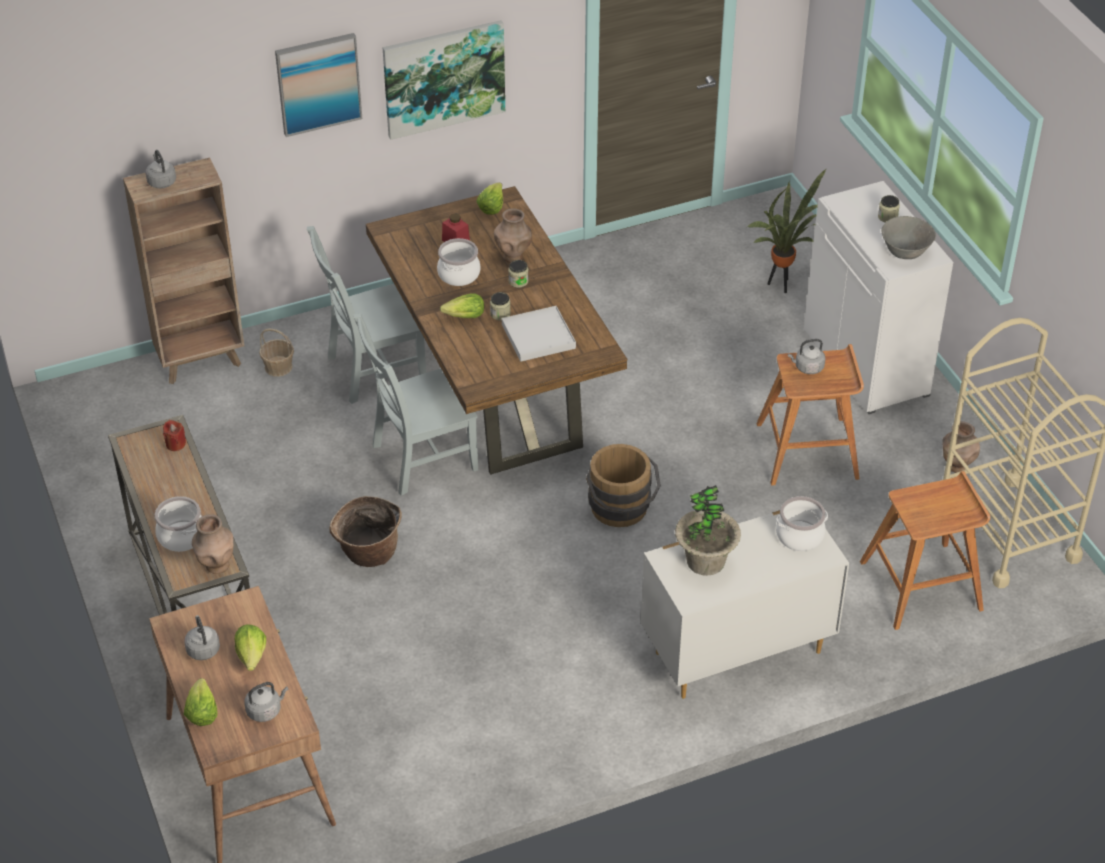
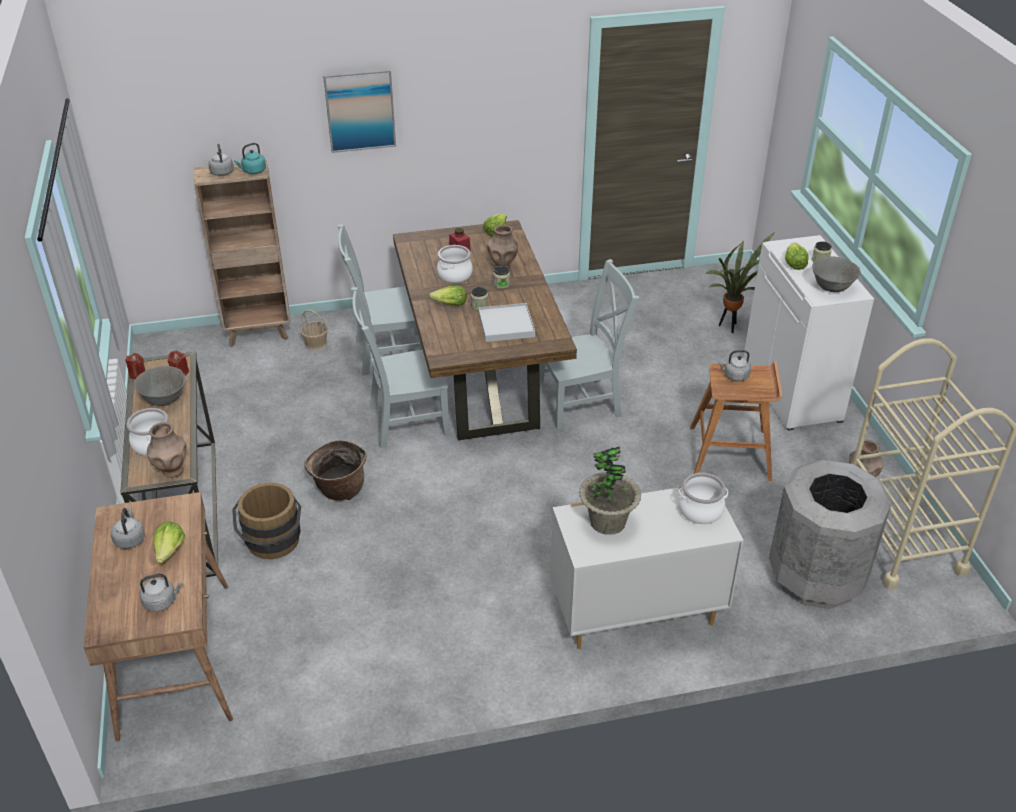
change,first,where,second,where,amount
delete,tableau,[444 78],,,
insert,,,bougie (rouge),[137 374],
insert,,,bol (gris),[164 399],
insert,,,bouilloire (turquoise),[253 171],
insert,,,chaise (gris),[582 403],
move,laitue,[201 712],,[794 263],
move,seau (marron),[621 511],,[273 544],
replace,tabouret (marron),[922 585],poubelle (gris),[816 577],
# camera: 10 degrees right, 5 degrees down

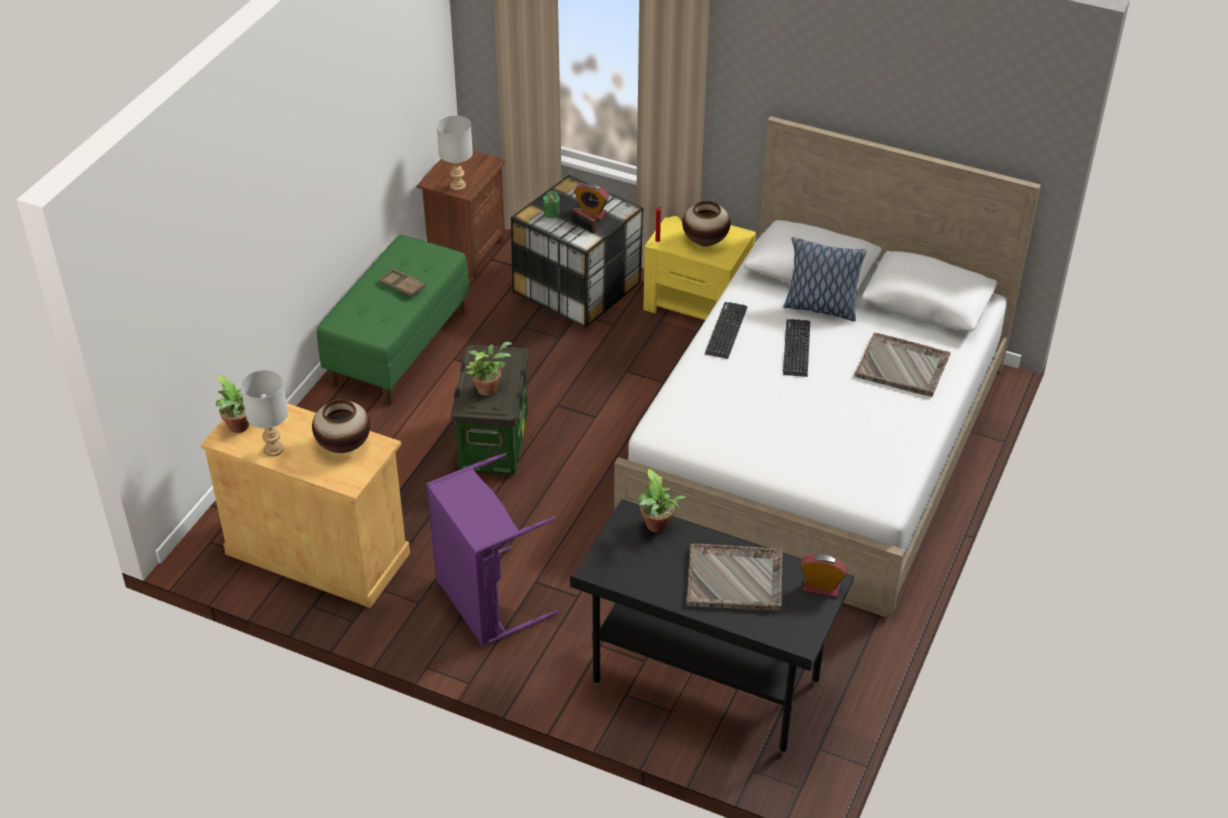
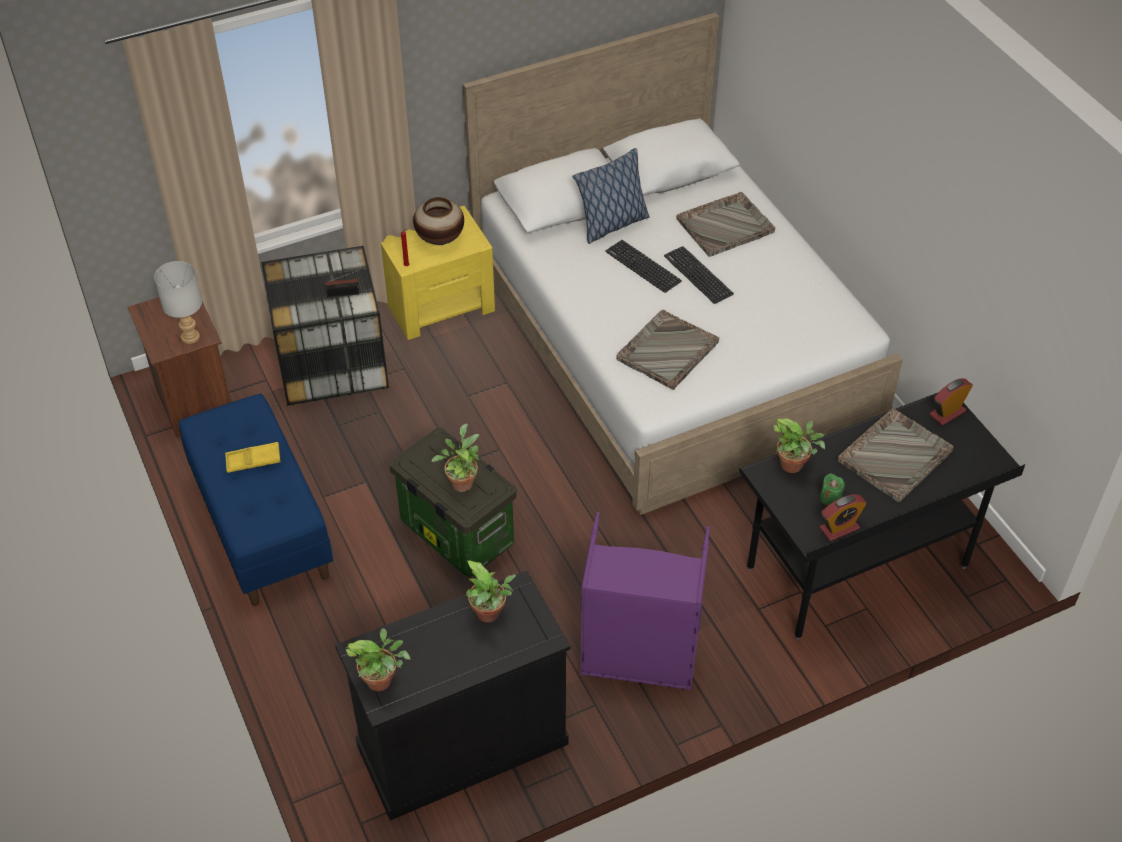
change,first,where,second,where,amount
delete,lampe de table (gris),[273 449],,,
insert,,,plateau (gris),[666 351],
move,bougie (vert),[551 213],,[830 499],
move,réveil,[591 213],,[839 528],
move,clavier,[726 330],,[698 275],
replace,vase,[343 445],plante en pot,[490 615],
recolor,meuble de rangement (beige),[318 553],meuble de rangement (noir),[462 744],
recolor,banc (vert),[398 347],banc (bleu),[261 526],
recolor,plateau (marron),[402 286],plateau (jaune),[253 460],
# camera: 50 degrees left, 5 degrees up

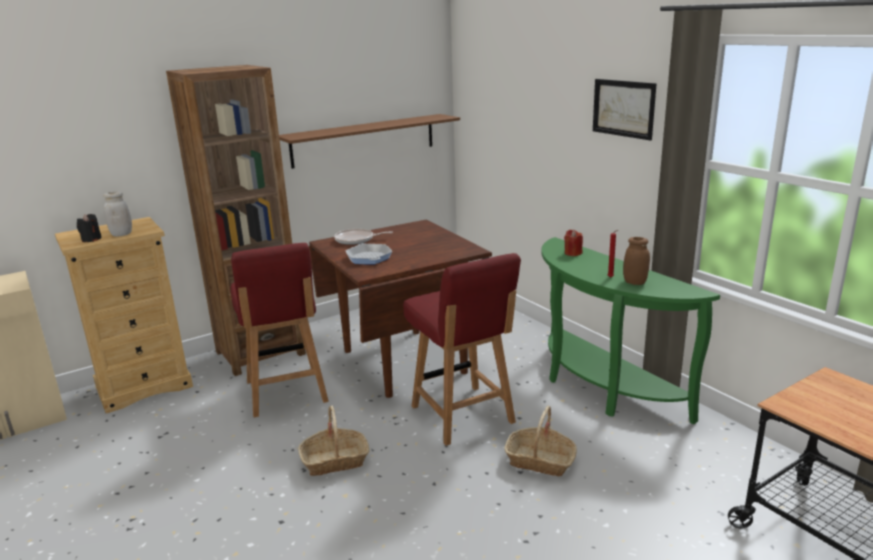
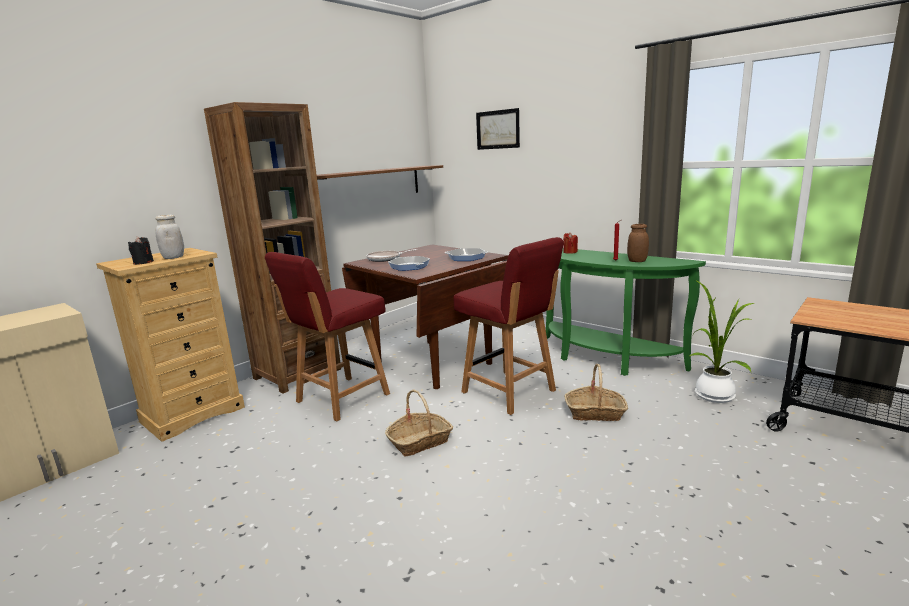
change,first,where,second,where,amount
insert,,,poêle,[466 258],
insert,,,plante en pot,[712 394],
move,tableau,[623 108],,[497 129],
rotate,chaise (rouge),[286 392],,[341 399],75 degrees clockwise
# camera: 15 degrees left, 5 degrees down

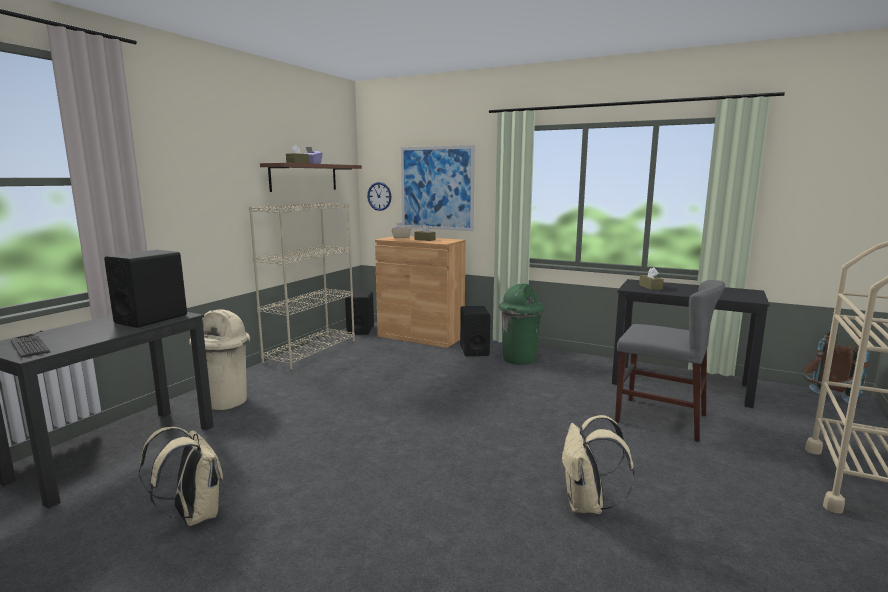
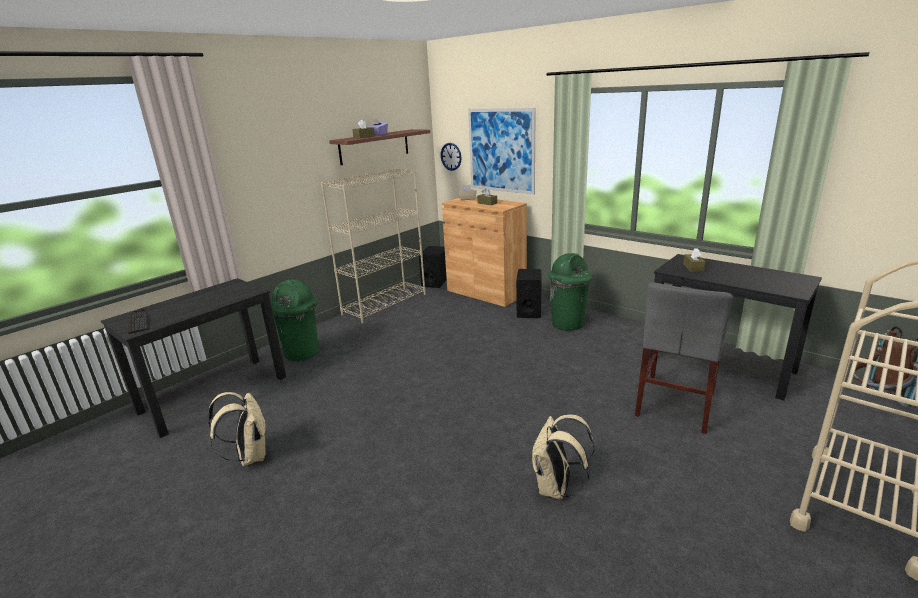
change,first,where,second,where,amount
delete,enceinte (noir),[151 319],,,
recolor,poubelle (beige),[226 402],poubelle (vert),[302 353],
rotate,chaise (gris),[660 418],,[675 404],75 degrees clockwise
# camera: 15 degrees right, 10 degrees up

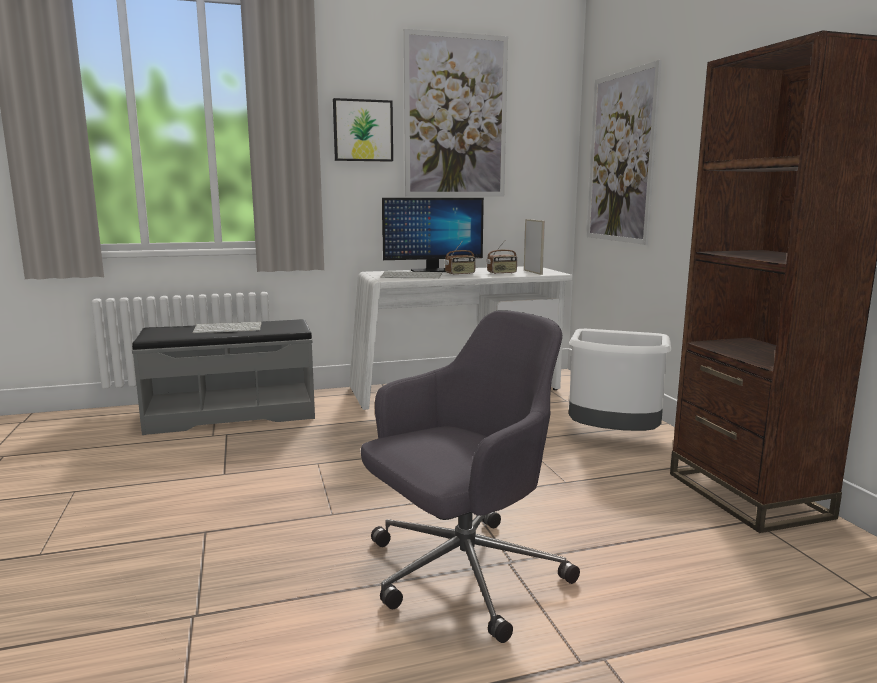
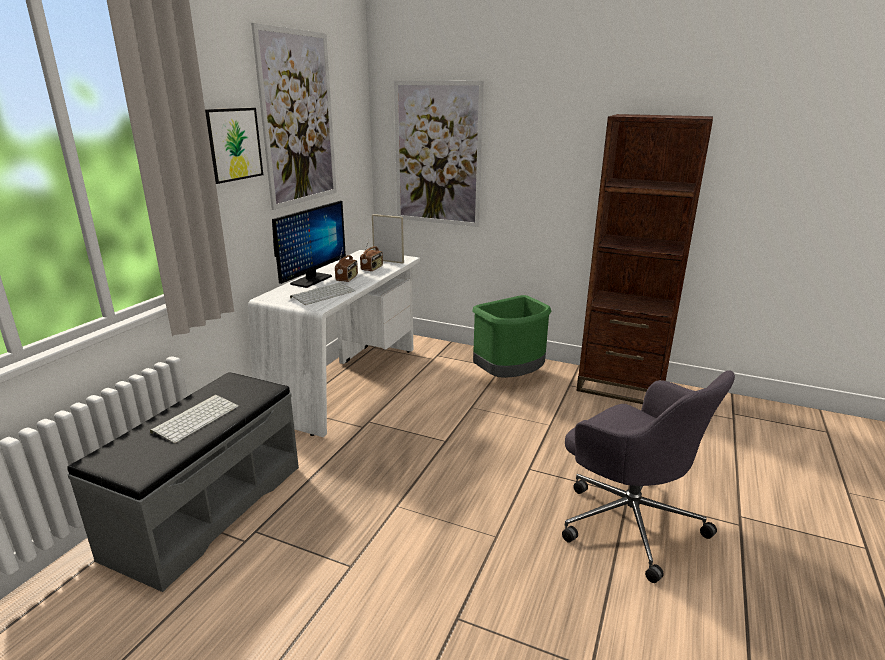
change,first,where,second,where,amount
recolor,poubelle (blanc),[613 437],poubelle (vert),[510 377],
rotate,chaise de bureau (gris),[461 574],,[628 520],135 degrees clockwise
# camera: 50 degrees left, 10 degrees up

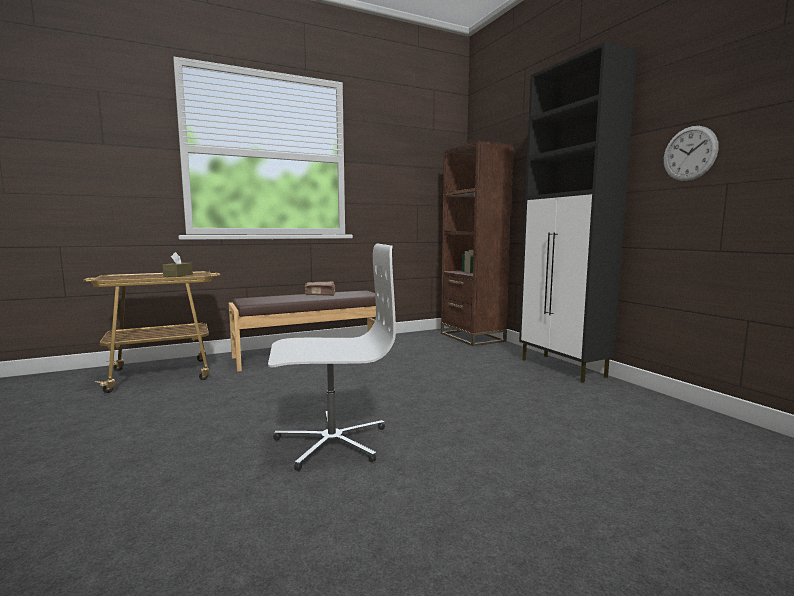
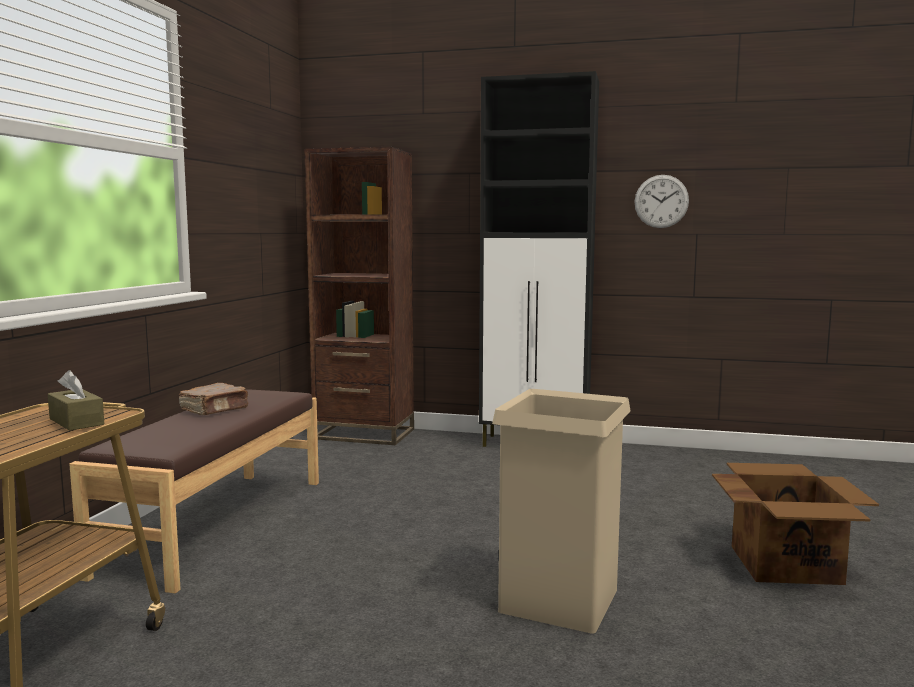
change,first,where,second,where,amount
insert,,,carton,[785 564],
replace,chaise de bureau (blanc),[331 441],poubelle (beige),[559 600],
# camera: 50 degrees left, 0 degrees up

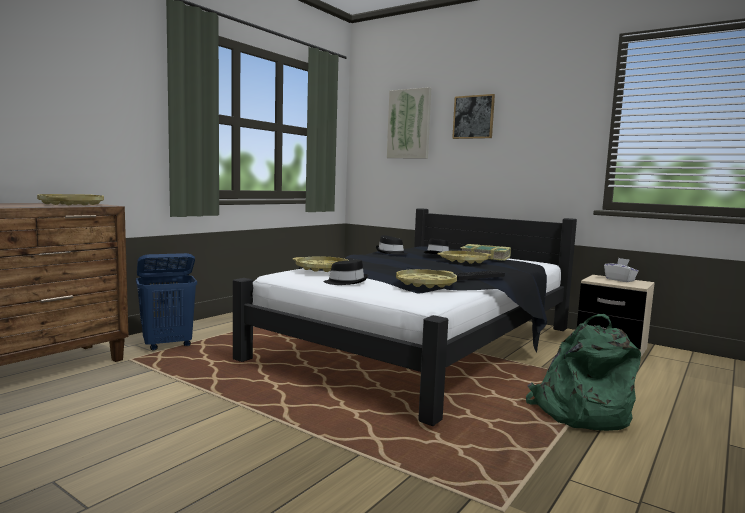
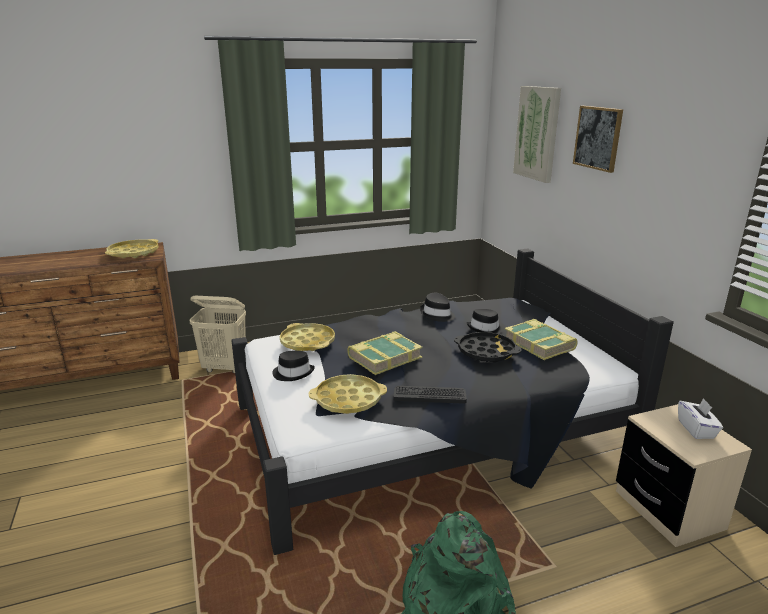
change,first,where,second,where,amount
insert,,,livre,[384 357],
recolor,panier à linge (bleu),[168 345],panier à linge (beige),[225 368],
recolor,plateau (jaune),[464 261],plateau (noir),[486 352],
# camera: 35 degrees right, 15 degrees up

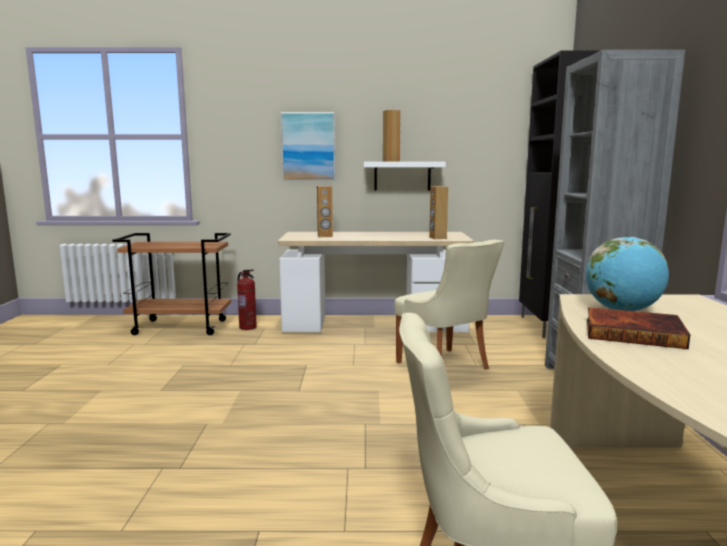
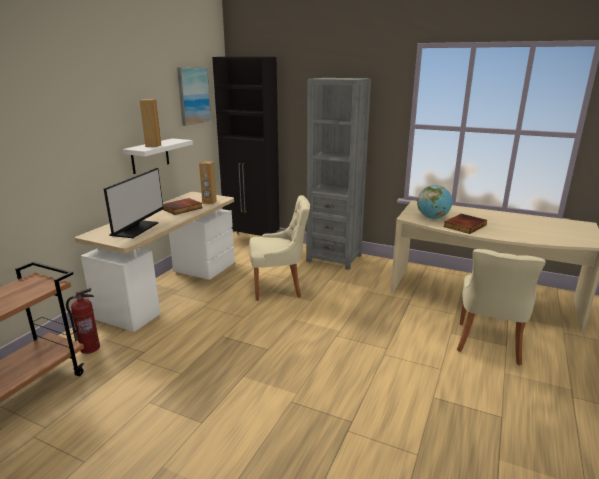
change,first,where,second,where,amount
insert,,,livre,[182 208],
move,tableau,[308 146],,[193 95],
replace,enceinte (marron),[325 236],écran d'ordinateur,[135 229],
# camera: 65 degrees left, 10 degrees up

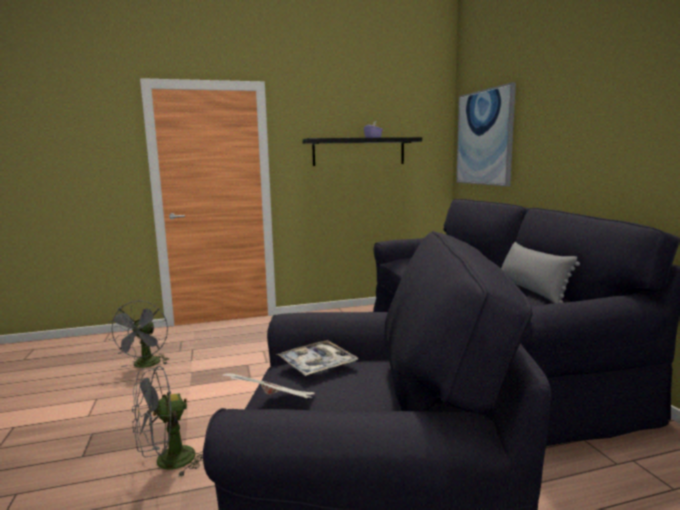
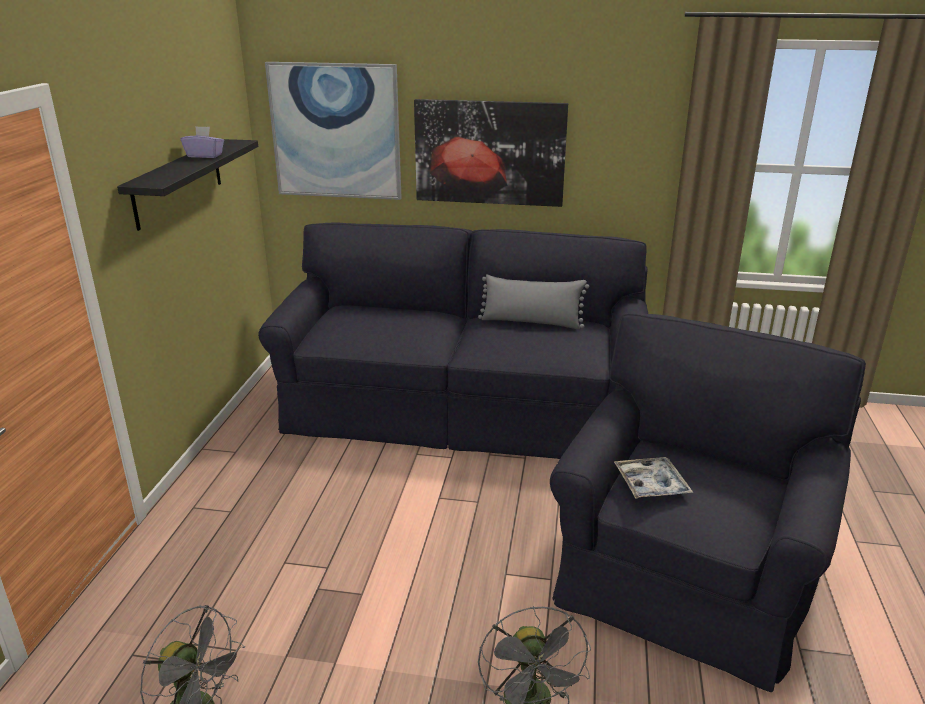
change,first,where,second,where,amount
delete,journal,[274 408],,,
insert,,,tableau,[489 152],
# camera: 65 degrees left, 15 degrees up

